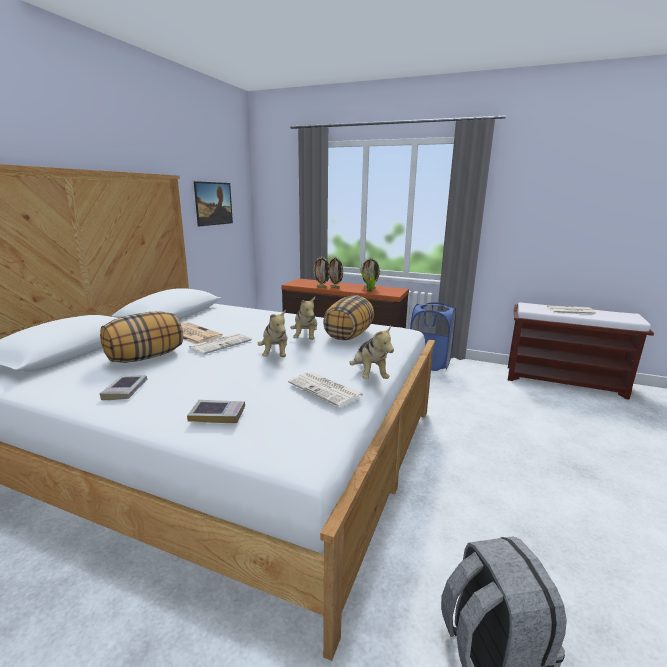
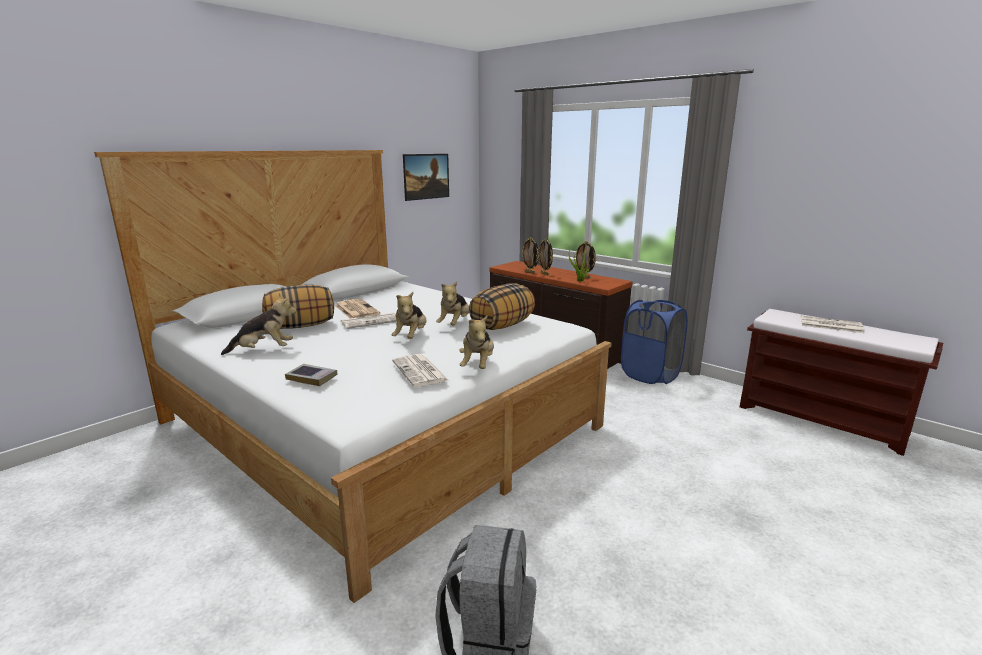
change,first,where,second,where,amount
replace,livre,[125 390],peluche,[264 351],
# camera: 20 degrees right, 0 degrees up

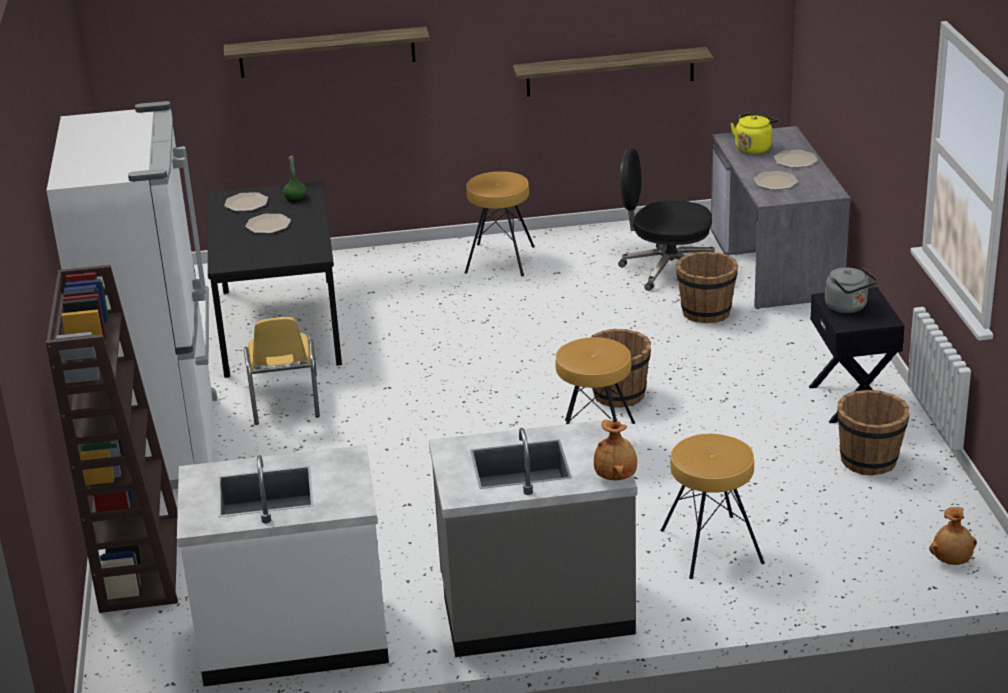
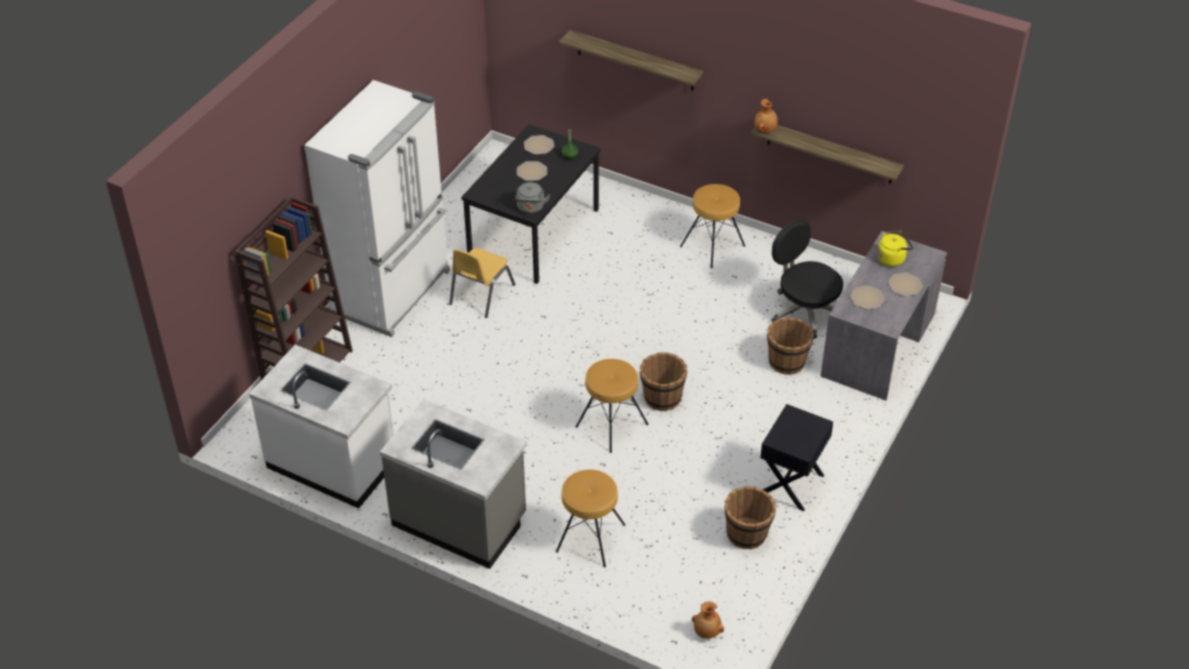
change,first,where,second,where,amount
move,vase (marron),[616 477],,[765 130],
move,bouilloire (gris),[848 307],,[530 208],
# camera: 35 degrees right, 15 degrees up

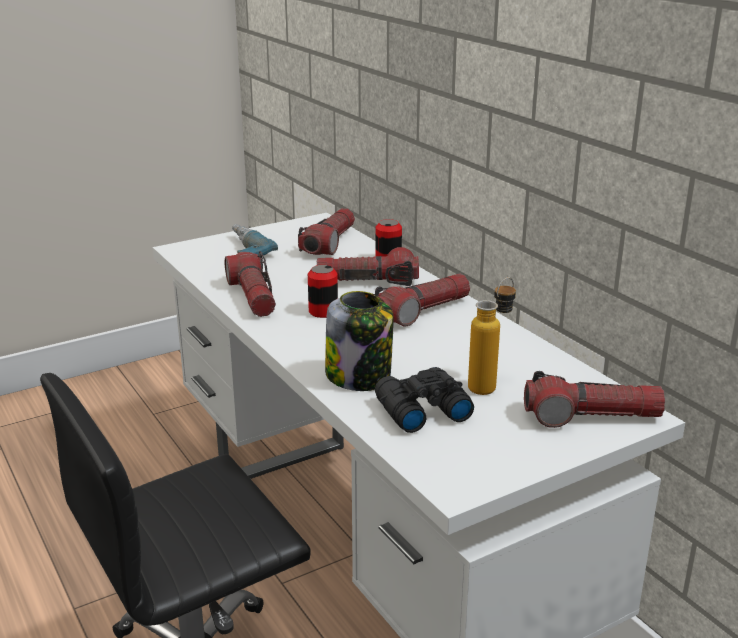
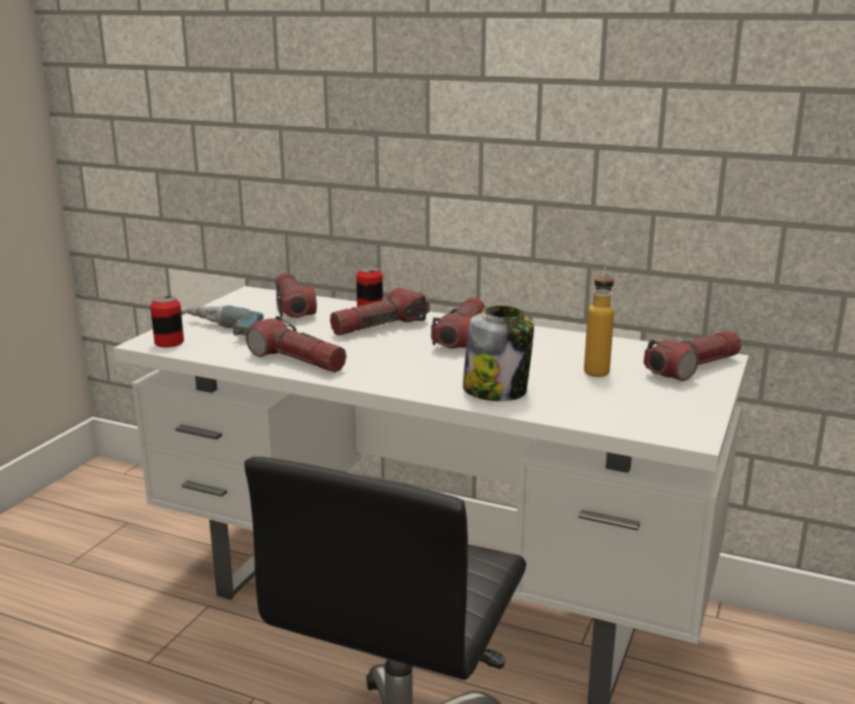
change,first,where,second,where,amount
delete,jumelles (noir),[420 410],,,
move,boîte métallique,[323 312],,[169 342],
# camera: 35 degrees left, 5 degrees down

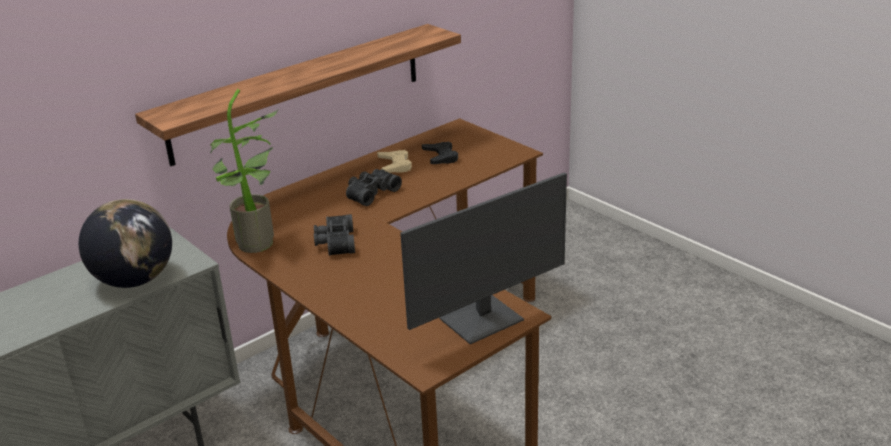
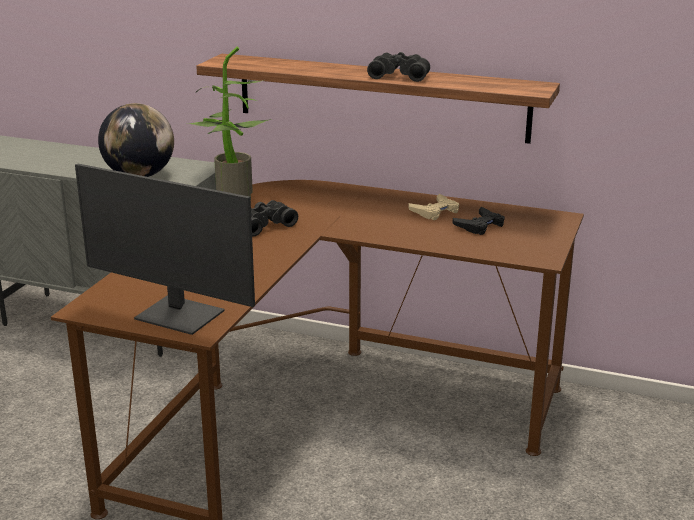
change,first,where,second,where,amount
move,jumelles (noir),[370 193],,[399 75],
# camera: 60 degrees right, 5 degrees down

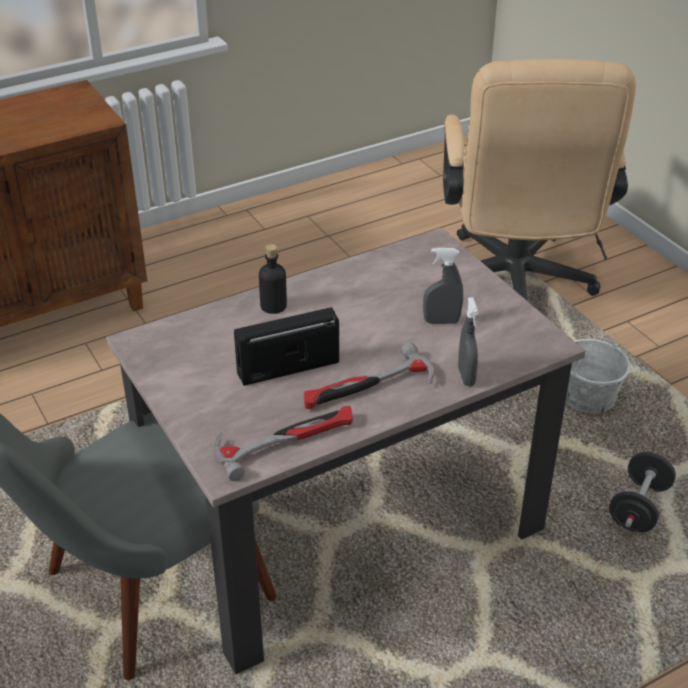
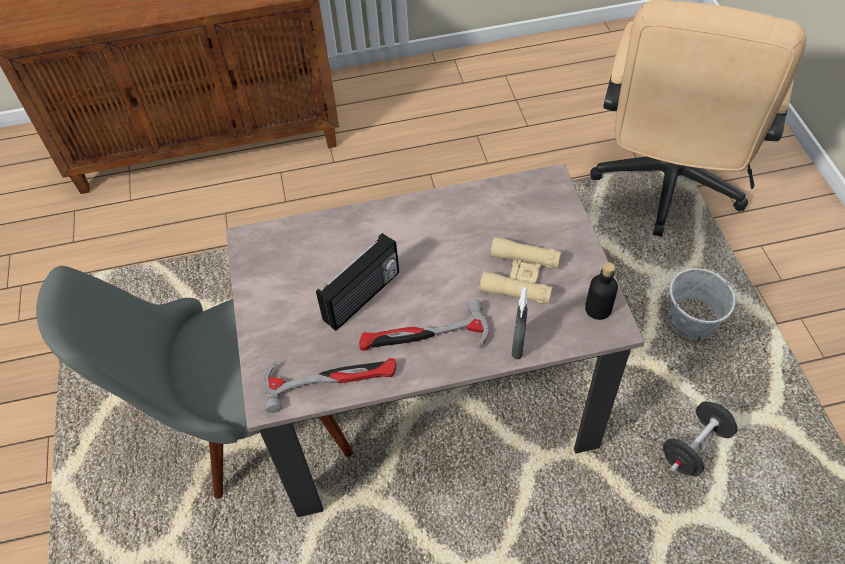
change,first,where,second,where,amount
move,bouteille (noir),[273 306],,[598 309],
replace,vaporisateur (gris),[441 321],jumelles (beige),[520 276],
rotate,radio,[288 367],,[363 297],135 degrees clockwise
# camera: 20 degrees right, 15 degrees up

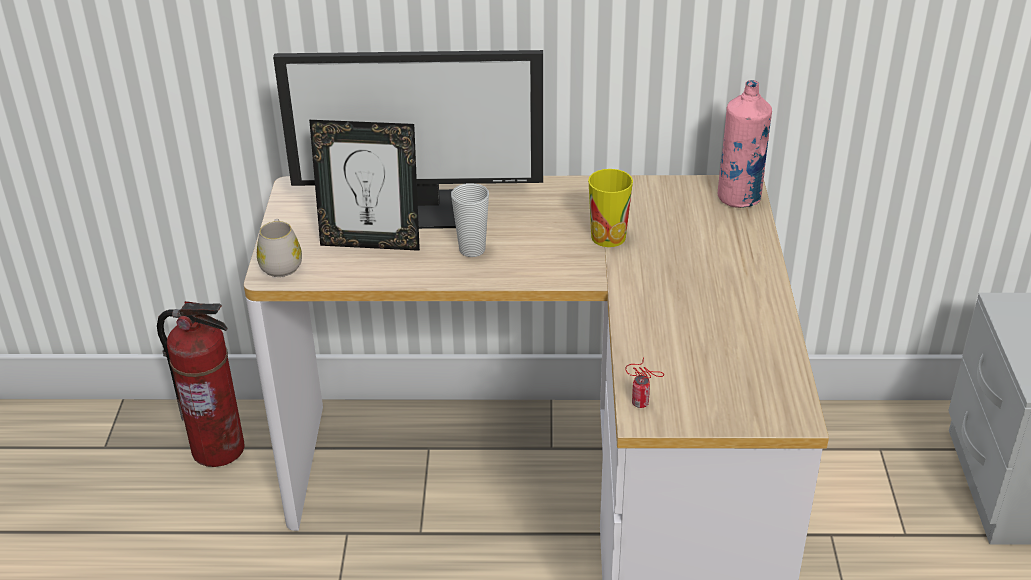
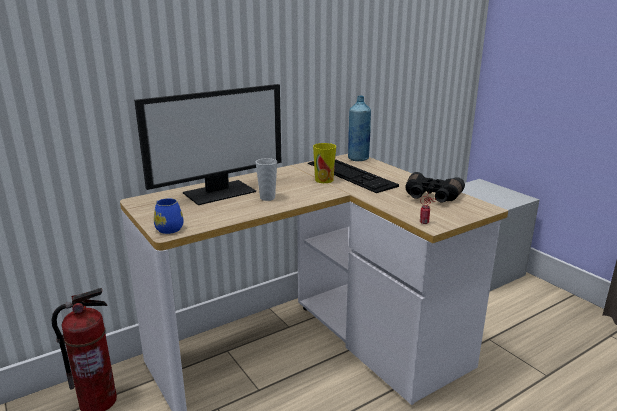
change,first,where,second,where,amount
delete,cadre photo,[371 243],,,
insert,,,clavier,[350 174],
insert,,,jumelles (noir),[431 197],
recolor,mug (blanc),[281 263],mug (bleu),[167 228],
recolor,bouteille (rose),[739 198],bouteille (bleu),[358 158],
# camera: 35 degrees left, 15 degrees down

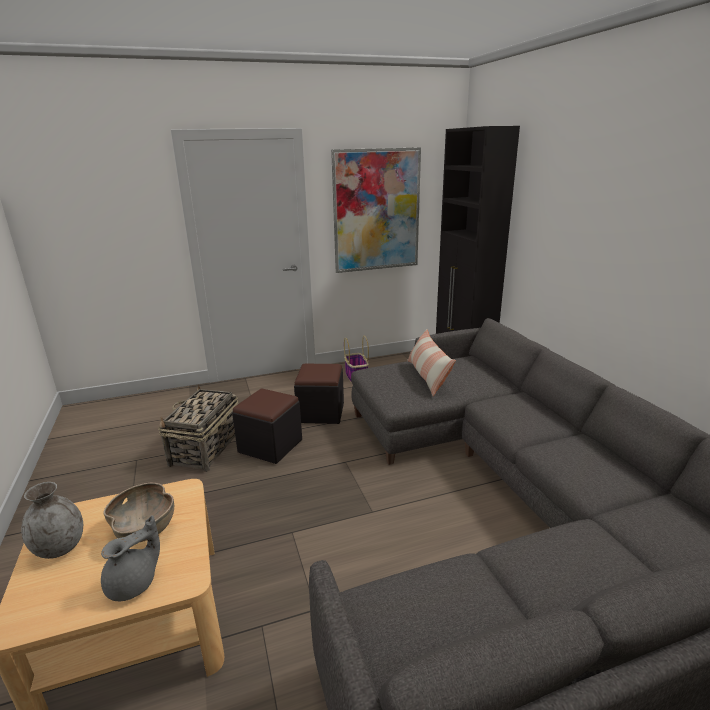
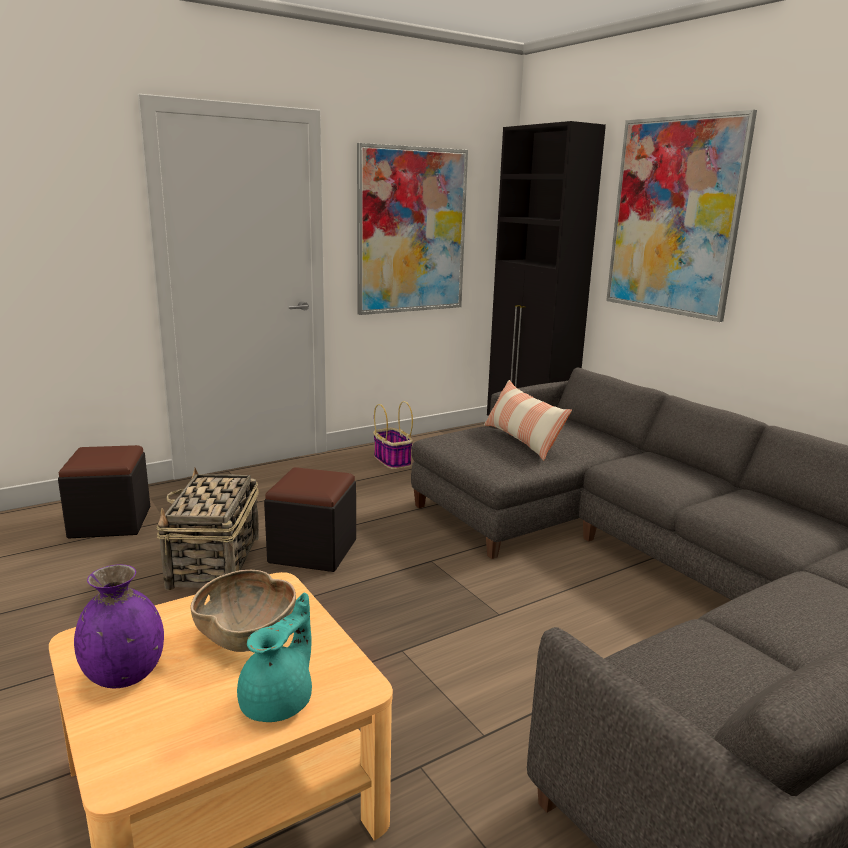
change,first,where,second,where,amount
insert,,,tableau,[674 217],
move,pouf (noir),[321 412],,[110 522],
recolor,vase (gris),[60 547],vase (violet),[124 674],
recolor,théière (gris),[134 584],théière (turquoise),[279 701],
# camera: 15 degrees left, 5 degrees down

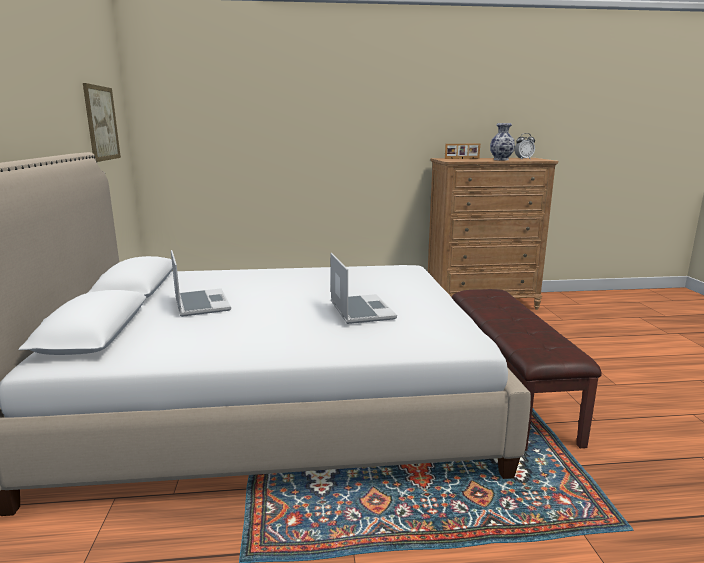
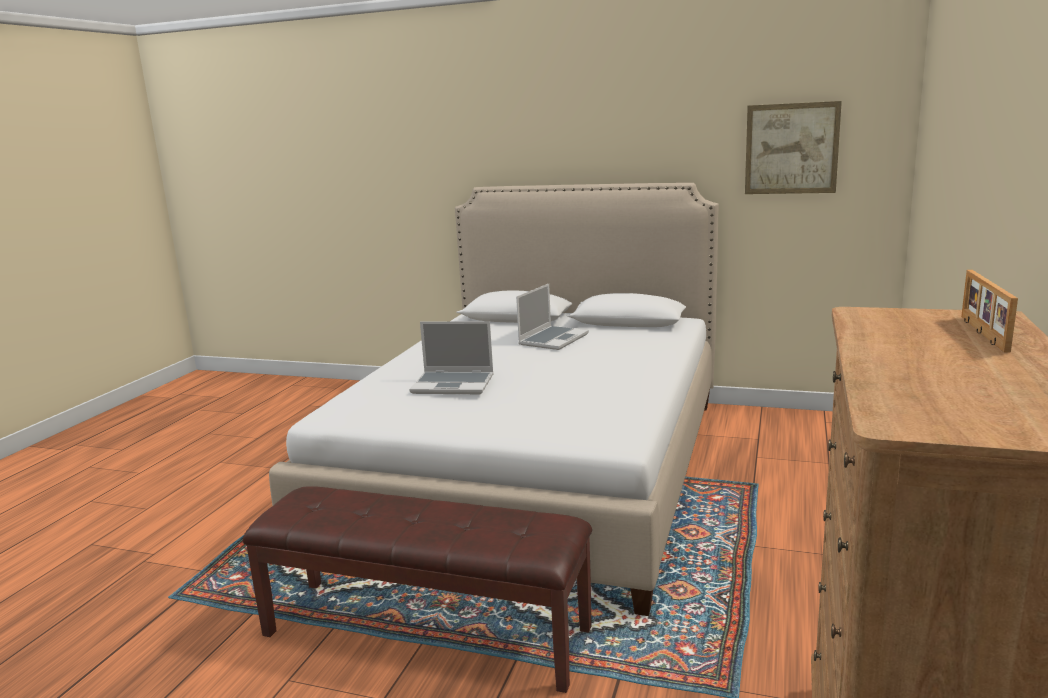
change,first,where,second,where,amount
delete,vase,[500 160],,,
delete,réveil,[523 159],,,
rotate,ordinateur portable,[200 304],,[553 339],60 degrees counterclockwise
# camera: 115 degrees right, 0 degrees up

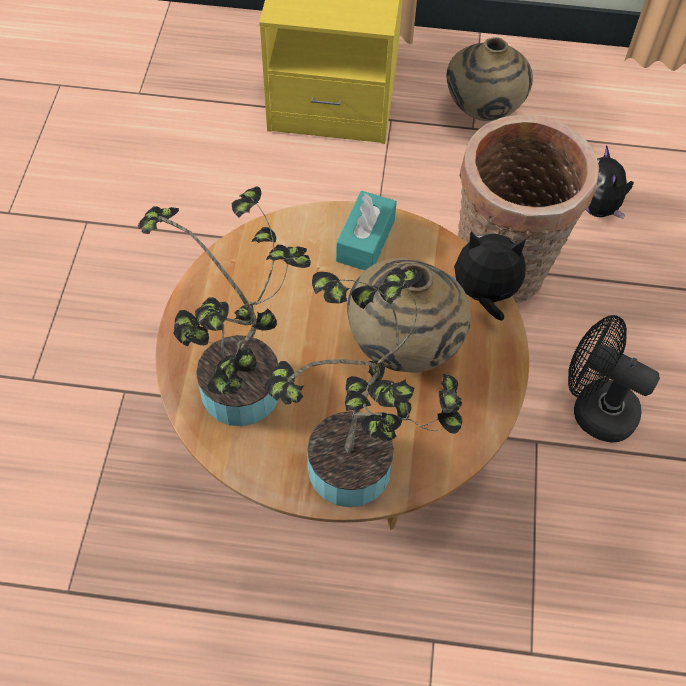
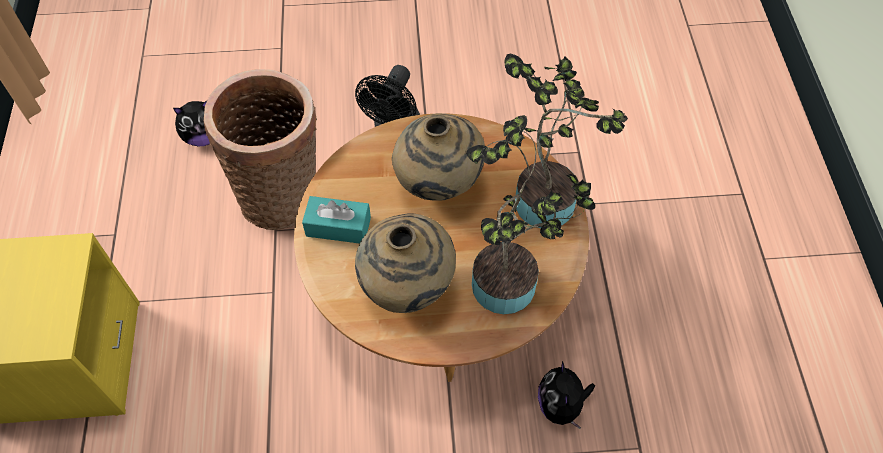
change,first,where,second,where,amount
move,vase (beige),[482 113],,[407 289],
move,peluche,[483 295],,[561 405],
# camera: 100 degrees left, 0 degrees up

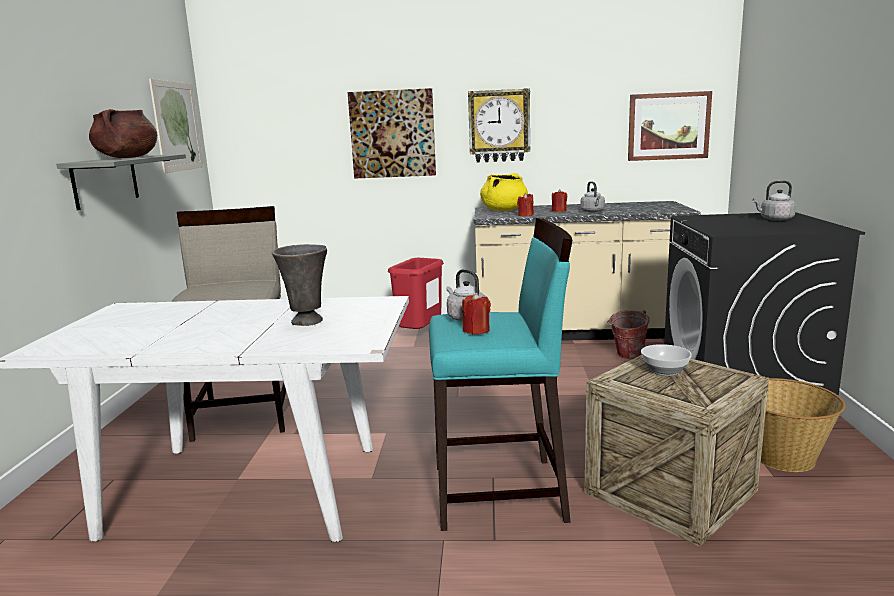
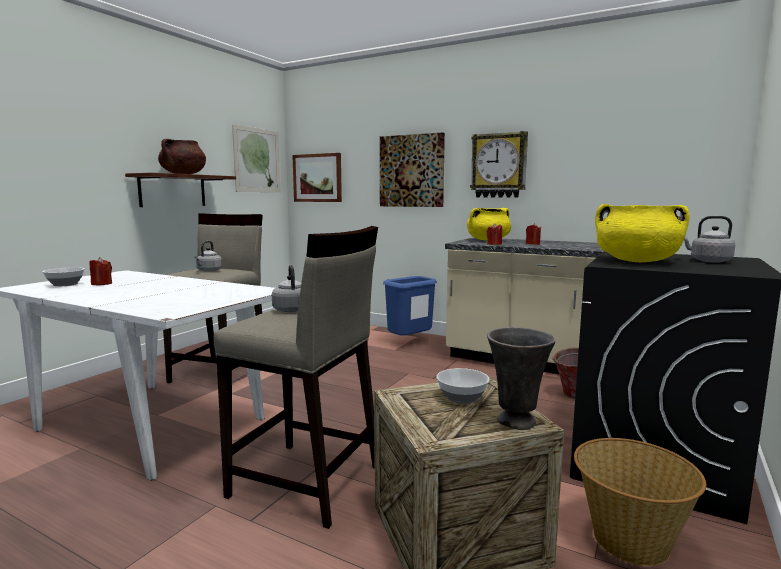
change,first,where,second,where,amount
insert,,,bol,[66 284],
insert,,,marmite (jaune),[636 261],
move,vase (gris),[307 322],,[517 422],
move,bougie (rouge),[476 330],,[102 284],
move,bouilloire (gris),[593 211],,[208 271],
move,tableau,[668 126],,[317 178],
recolor,étagère (gris),[105 181],étagère (marron),[173 190],
recolor,poubelle (rouge),[420 336],poubelle (bleu),[409 343],
recolor,tabouret (turquoise),[500 493],tabouret (beige),[306 482],
# camera: 25 degrees right, 5 degrees down

